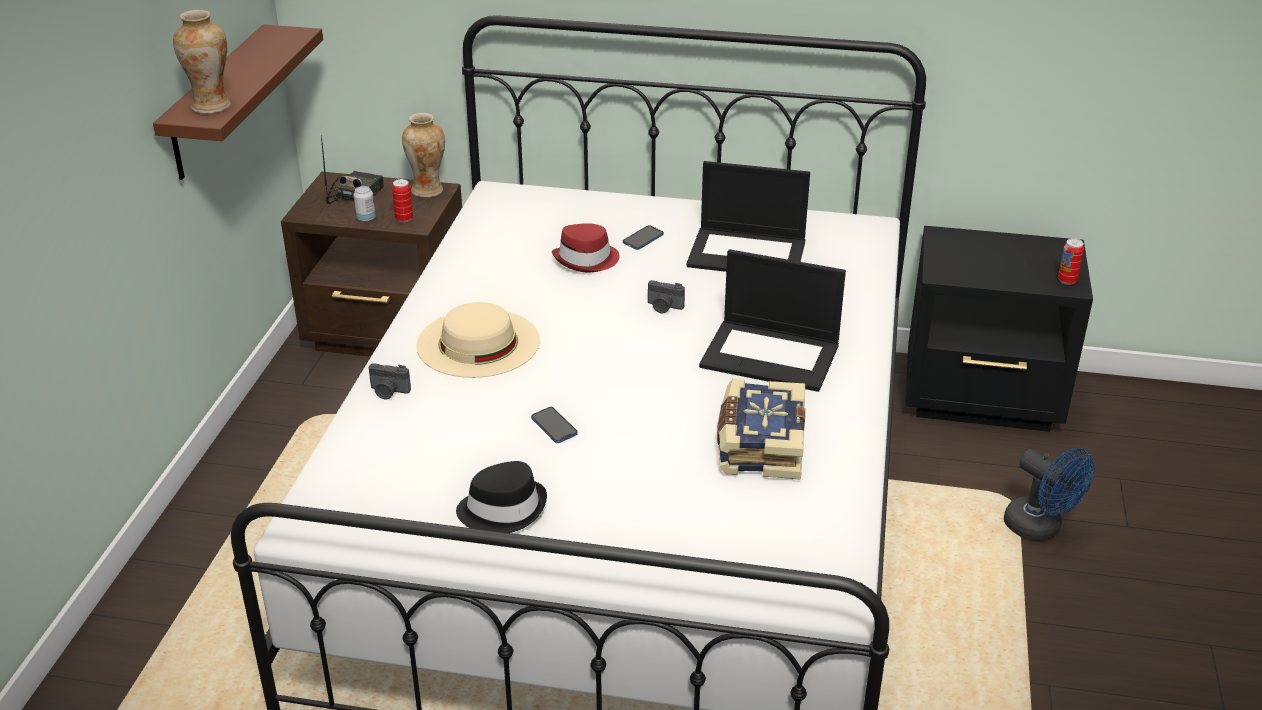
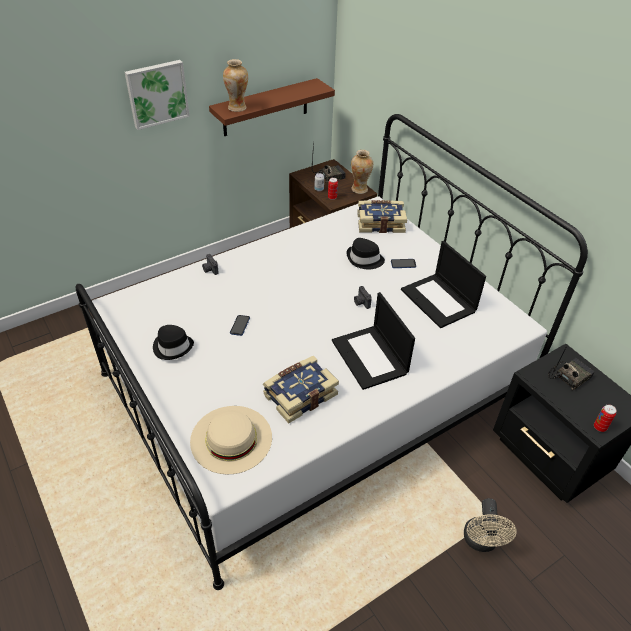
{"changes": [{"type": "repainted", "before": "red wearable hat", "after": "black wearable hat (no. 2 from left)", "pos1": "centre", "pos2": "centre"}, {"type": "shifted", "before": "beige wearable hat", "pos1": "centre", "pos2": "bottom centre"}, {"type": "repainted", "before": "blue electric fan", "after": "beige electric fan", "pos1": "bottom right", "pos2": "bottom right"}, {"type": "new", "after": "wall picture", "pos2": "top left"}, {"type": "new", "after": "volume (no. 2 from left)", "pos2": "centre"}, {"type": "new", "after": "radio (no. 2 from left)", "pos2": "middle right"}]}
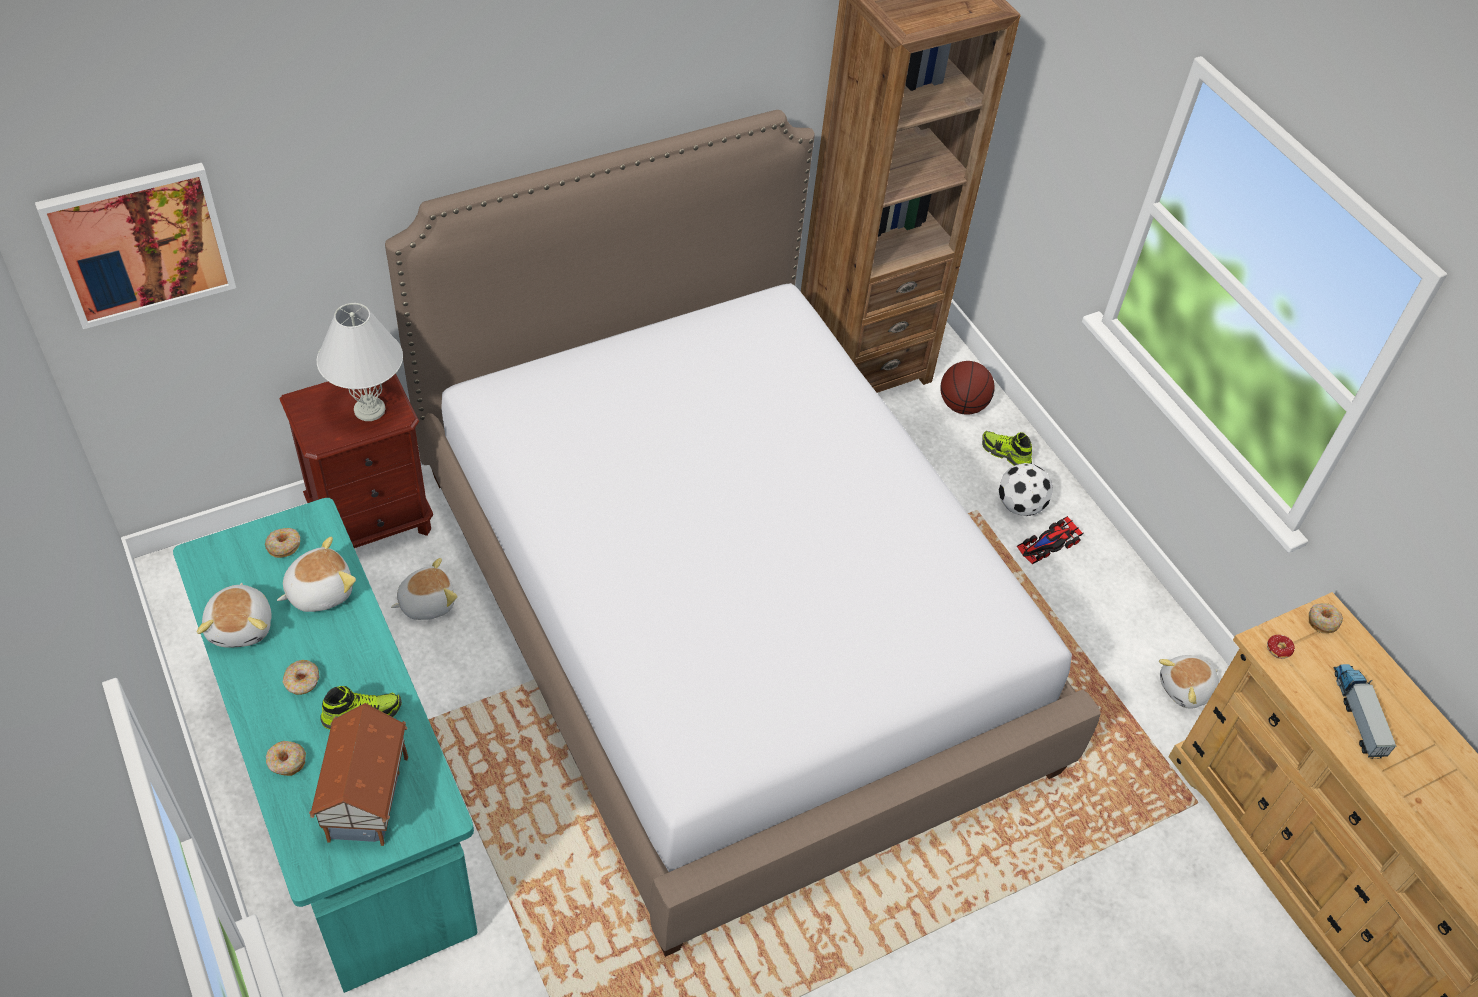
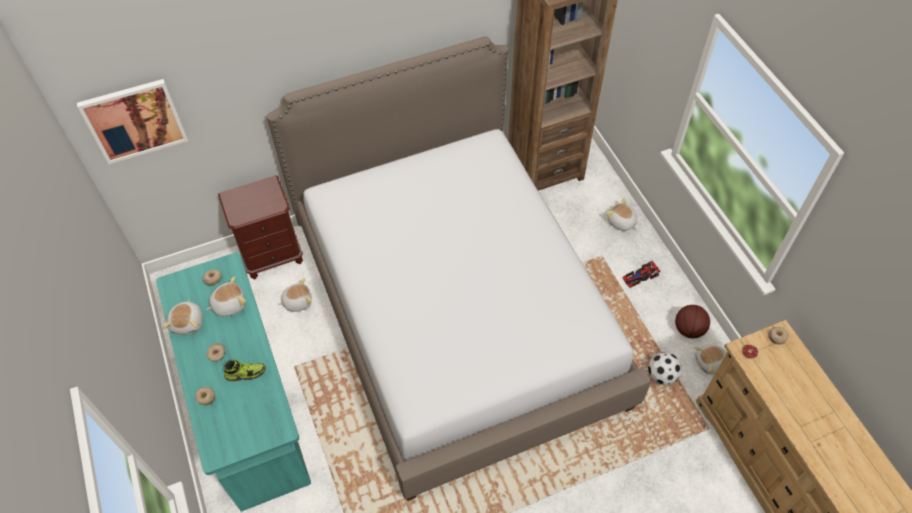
{"changes": [{"type": "gone", "before": "white tabletop lamp", "pos1": "middle left"}, {"type": "shifted", "before": "ball for basketball", "pos1": "centre", "pos2": "middle right"}, {"type": "swapped", "before": "low shoe (no. 2 from left)", "after": "cuddly toy (no. 4 from left)", "pos1": "middle right", "pos2": "middle right"}, {"type": "shifted", "before": "ball for football", "pos1": "middle right", "pos2": "bottom right"}, {"type": "gone", "before": "toy truck", "pos1": "bottom right"}, {"type": "gone", "before": "toy house", "pos1": "bottom left"}]}
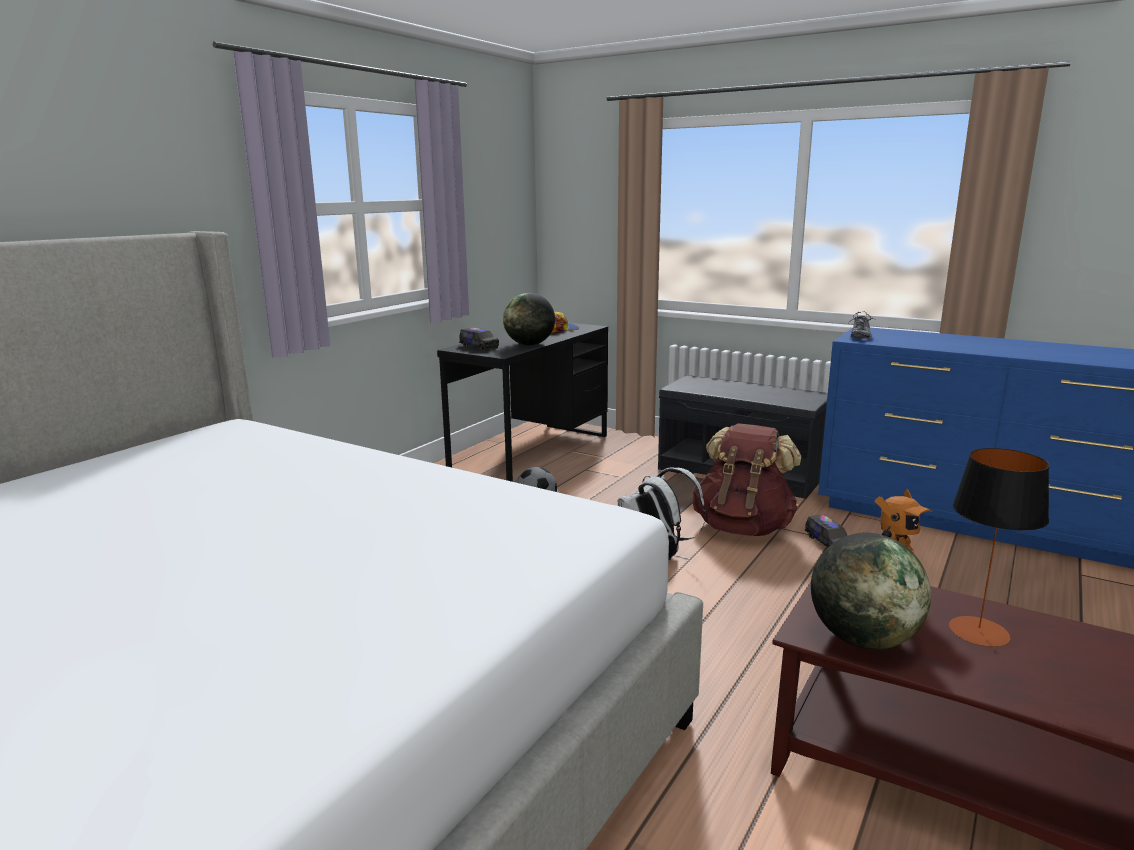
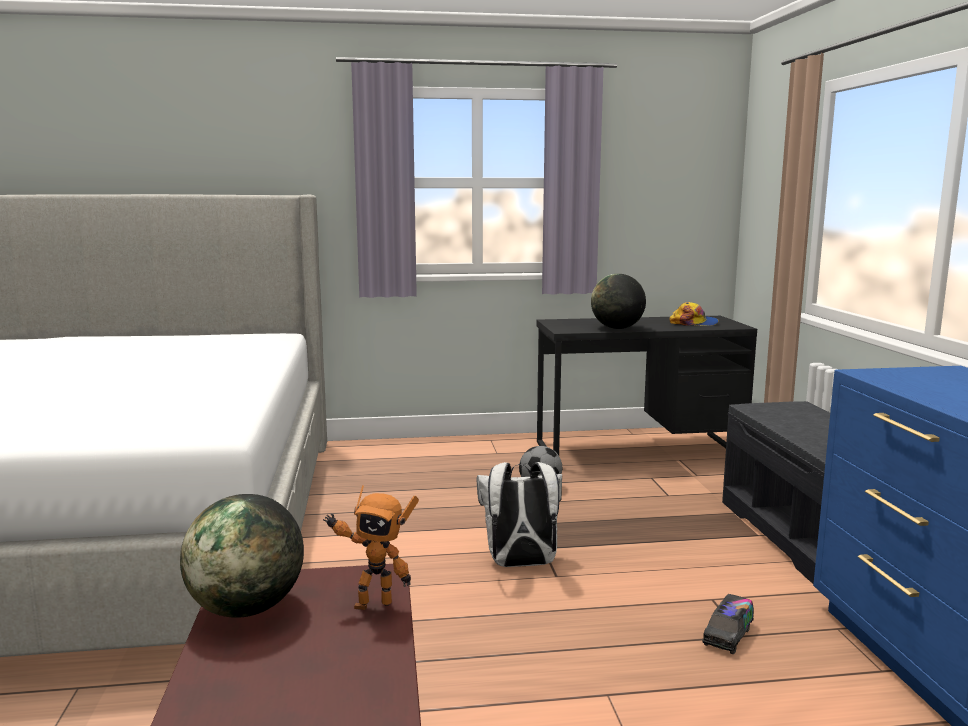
{"changes": [{"type": "gone", "before": "low shoe", "pos1": "middle right"}, {"type": "gone", "before": "toy truck (no. 1 from left)", "pos1": "centre"}, {"type": "gone", "before": "brown-coloured knapsack", "pos1": "centre"}, {"type": "gone", "before": "tabletop lamp", "pos1": "middle right"}]}
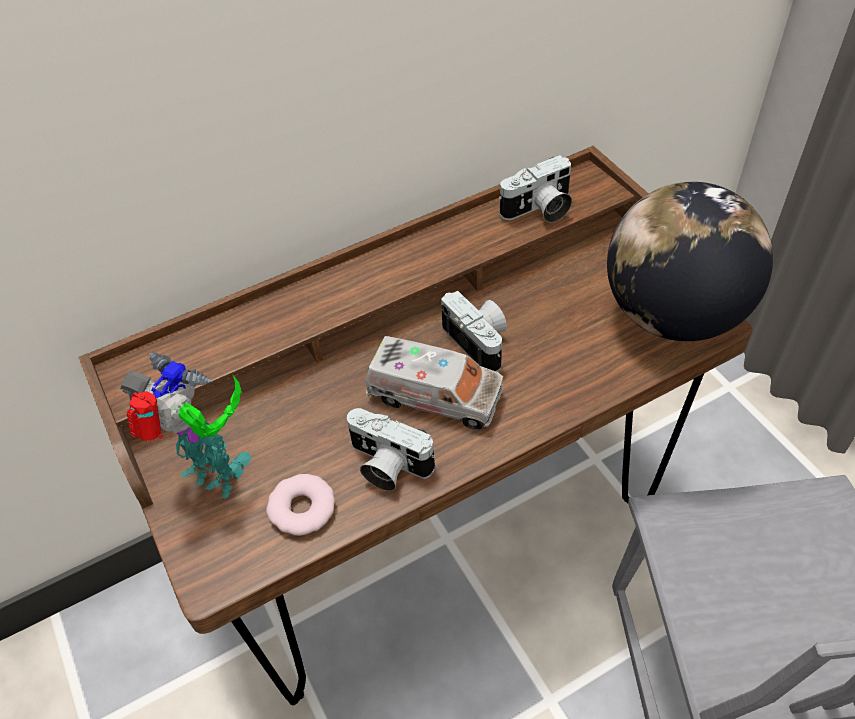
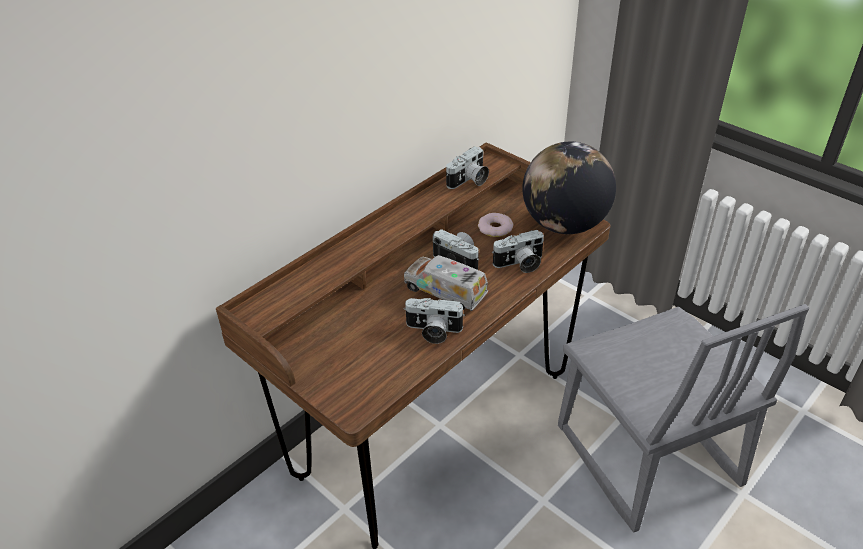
{"changes": [{"type": "rotated", "before": "toy truck", "pos1": "centre", "pos2": "centre", "turn": -150}, {"type": "gone", "before": "toy robot", "pos1": "middle left"}, {"type": "shifted", "before": "doughnut", "pos1": "bottom centre", "pos2": "centre"}, {"type": "new", "after": "photo camera (no. 4 from left)", "pos2": "centre"}]}
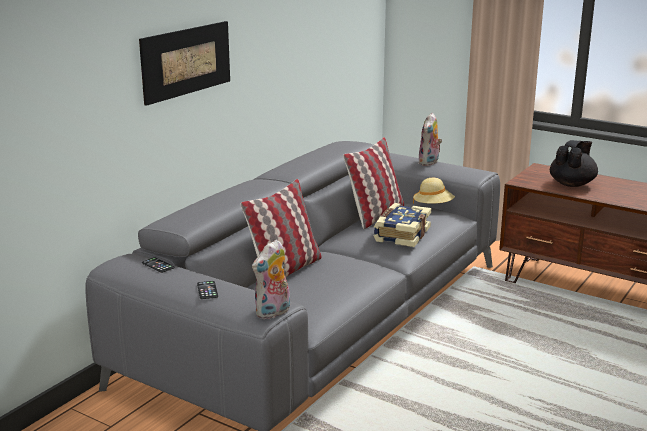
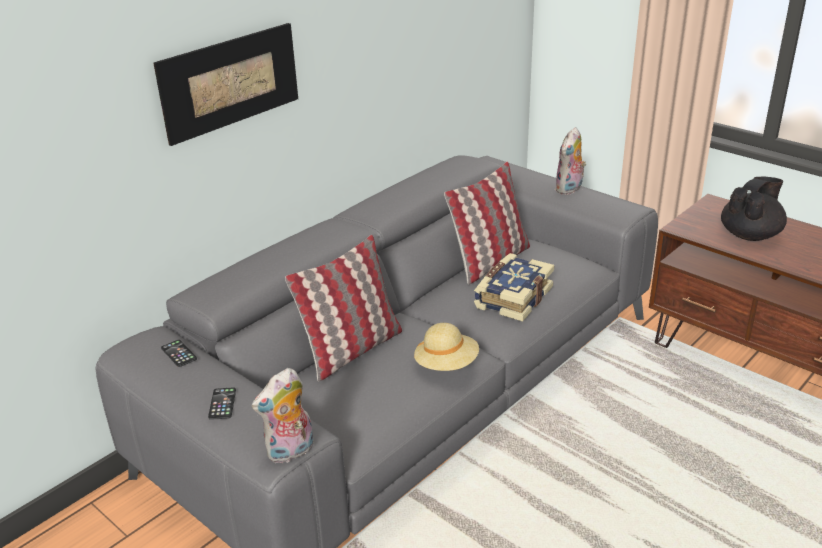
{"changes": [{"type": "shifted", "before": "beige wearable hat", "pos1": "middle right", "pos2": "centre"}]}
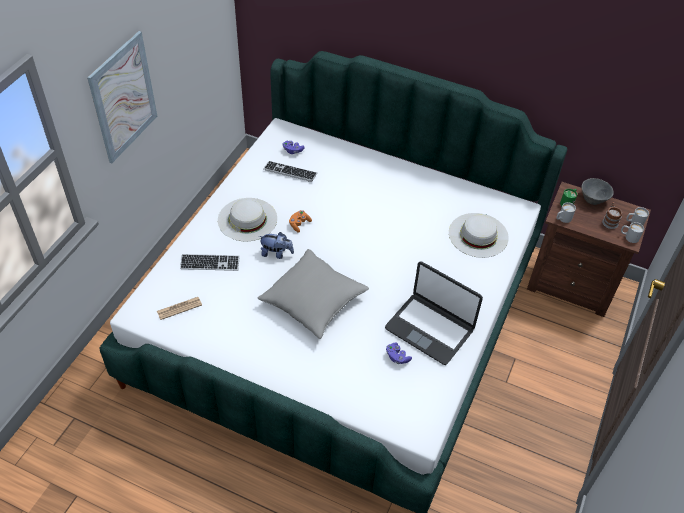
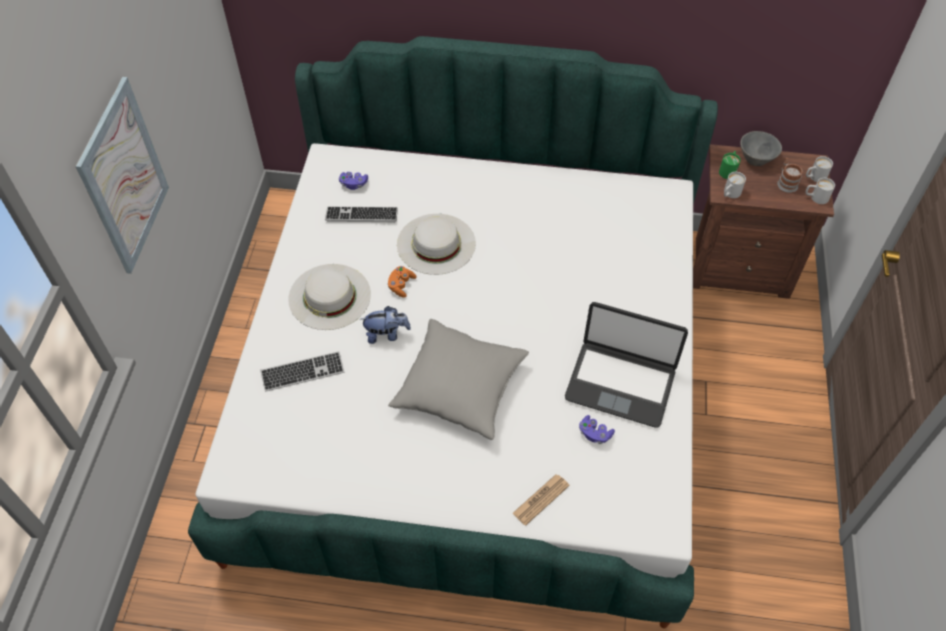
{"changes": [{"type": "shifted", "before": "white wearable hat (no. 2 from left)", "pos1": "middle right", "pos2": "centre"}, {"type": "shifted", "before": "daily paper", "pos1": "middle left", "pos2": "bottom centre"}]}
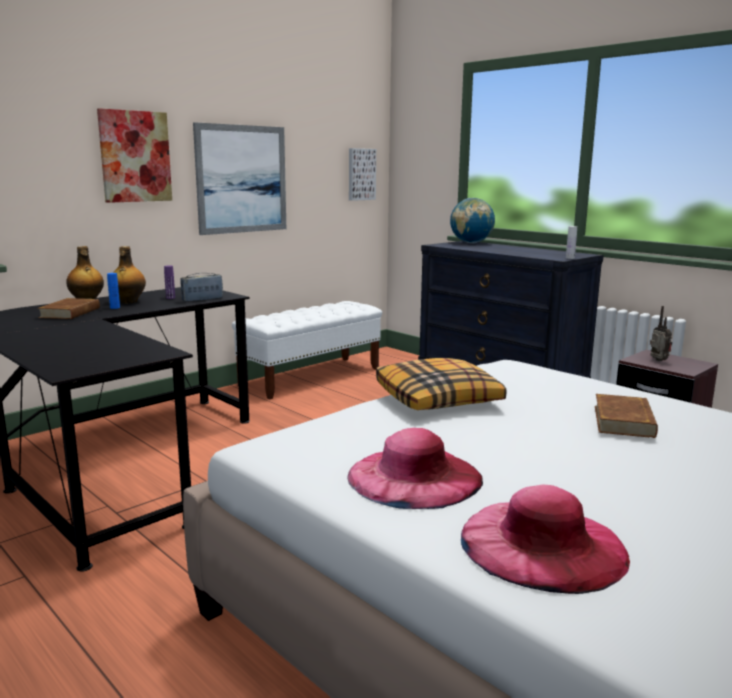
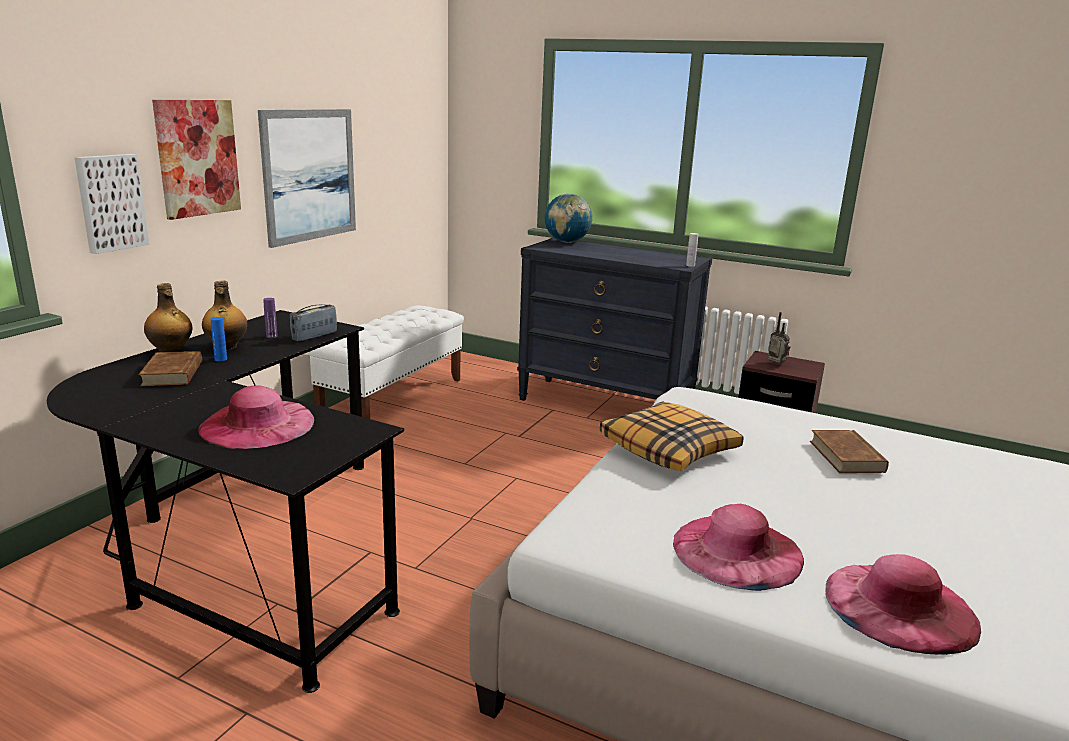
{"changes": [{"type": "shifted", "before": "wall picture (no. 3 from left in the first image)", "after": "wall picture (no. 1 from left)", "pos1": "top centre", "pos2": "top left"}, {"type": "new", "after": "pink wearable hat (no. 1 from left)", "pos2": "middle left"}]}
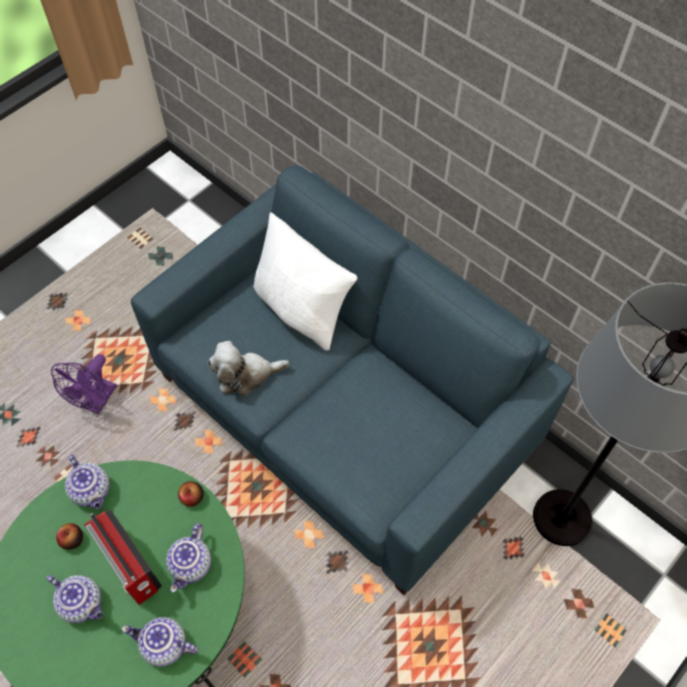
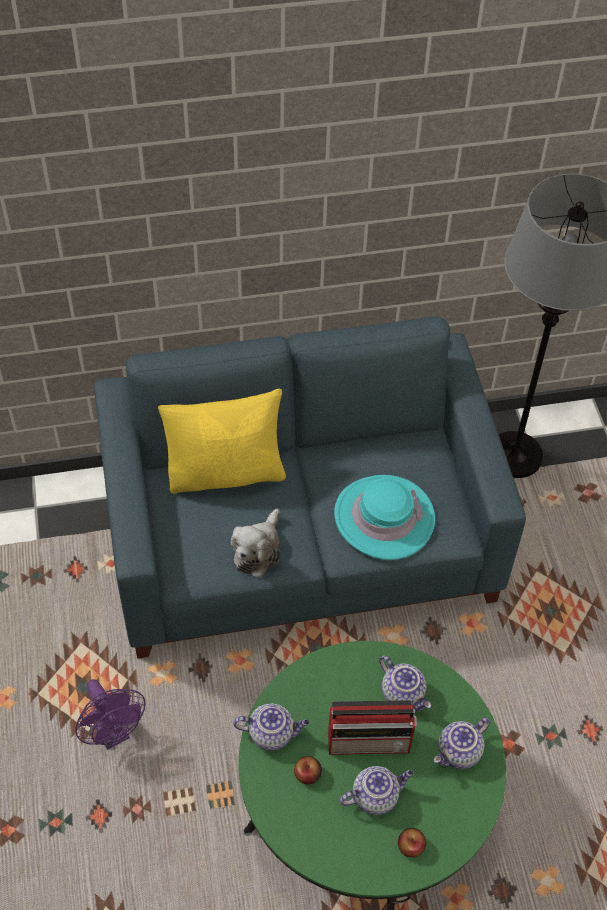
{"changes": [{"type": "repainted", "before": "white cushion", "after": "yellow-coloured cushion", "pos1": "centre", "pos2": "centre"}, {"type": "shifted", "before": "apple fruit (no. 2 from left)", "pos1": "bottom left", "pos2": "bottom right"}, {"type": "new", "after": "turquoise wearable hat", "pos2": "centre"}]}
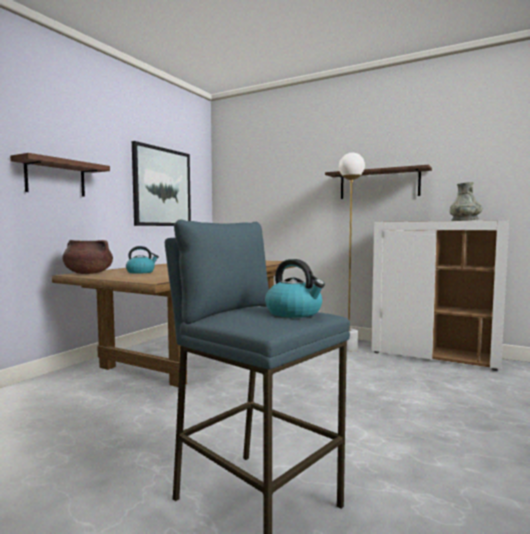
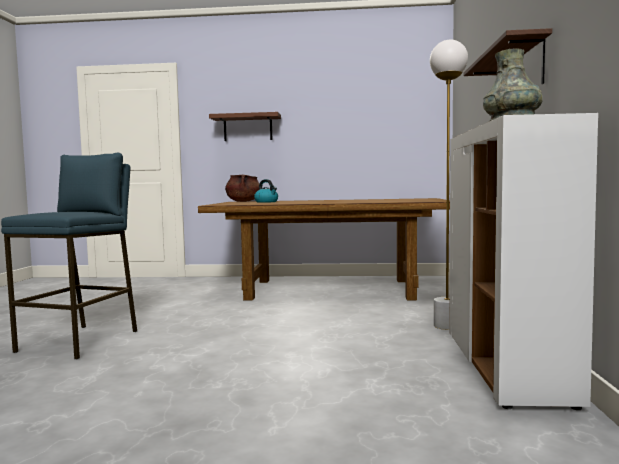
{"changes": [{"type": "gone", "before": "wall picture", "pos1": "middle left"}, {"type": "gone", "before": "kettle (no. 2 from left)", "pos1": "centre"}]}
